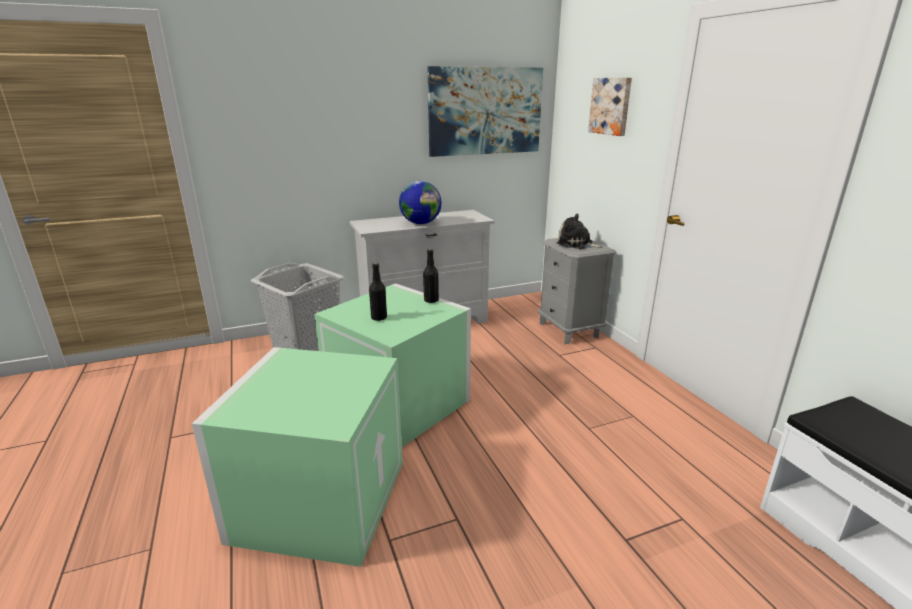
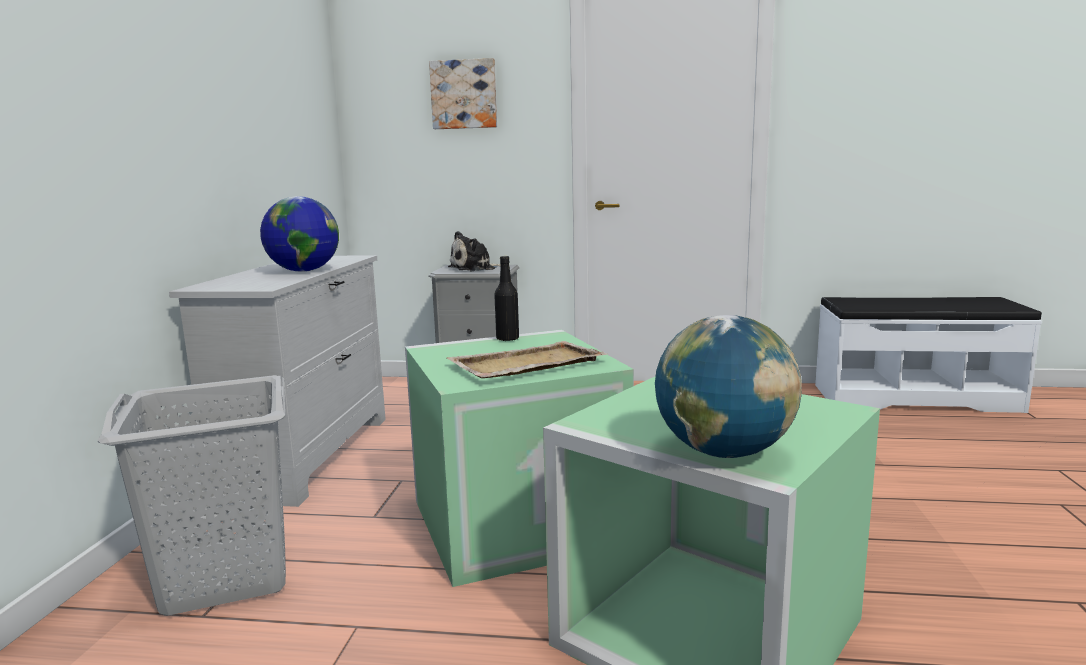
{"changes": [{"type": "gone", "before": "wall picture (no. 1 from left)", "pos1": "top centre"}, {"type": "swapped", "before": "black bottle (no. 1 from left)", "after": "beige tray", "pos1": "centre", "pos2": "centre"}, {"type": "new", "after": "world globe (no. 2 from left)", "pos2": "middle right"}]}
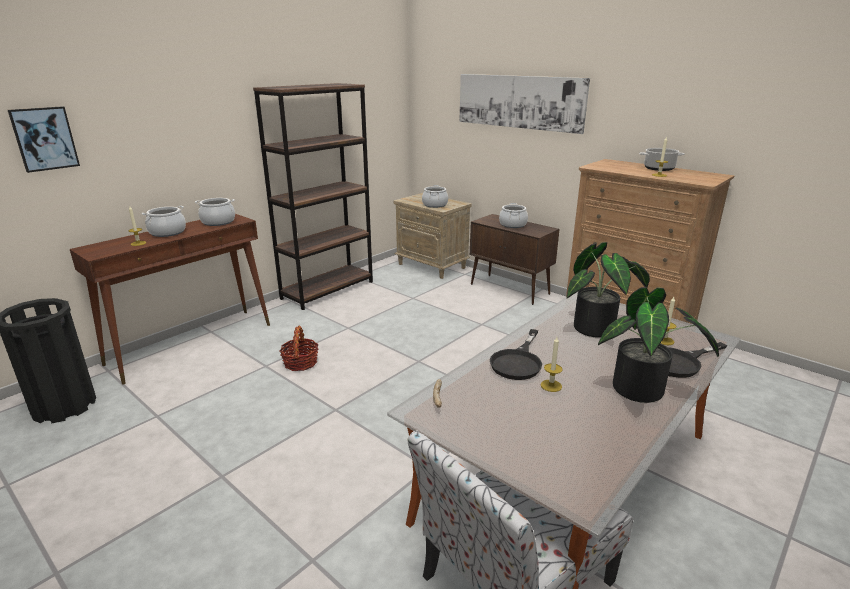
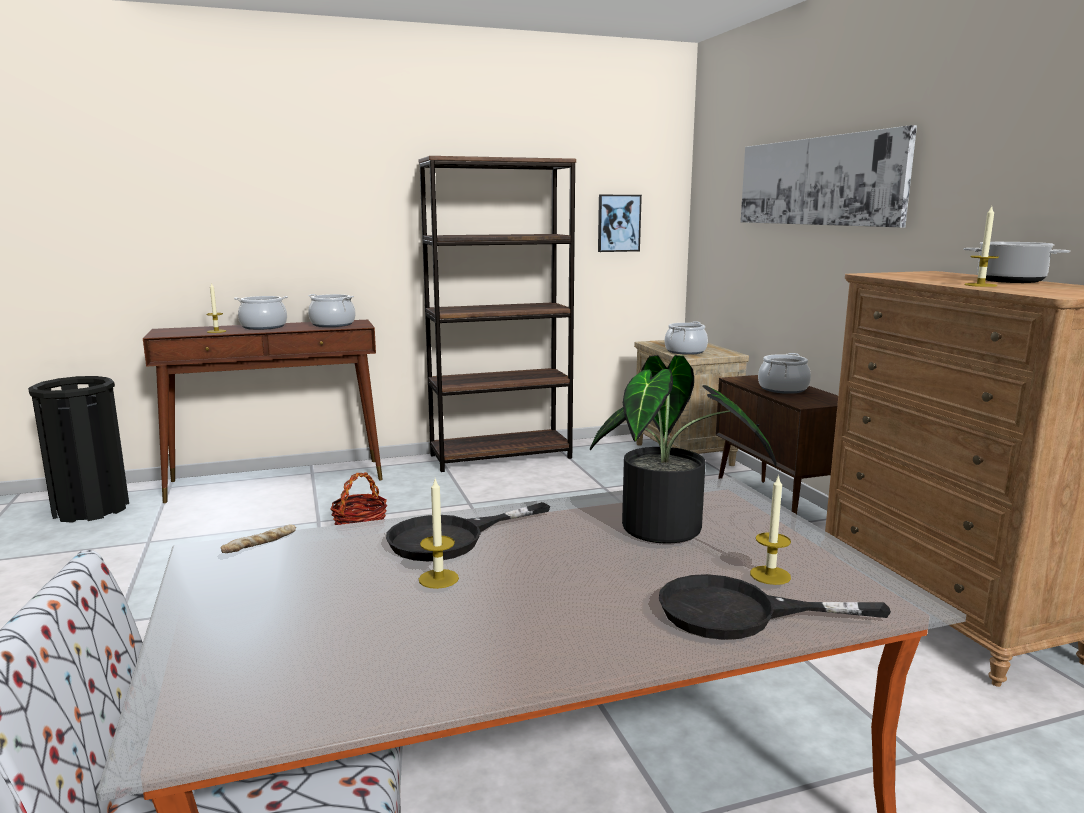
{"changes": [{"type": "shifted", "before": "wall picture (no. 1 from left)", "pos1": "top left", "pos2": "top centre"}, {"type": "gone", "before": "potted plant (no. 2 from left)", "pos1": "middle right"}]}
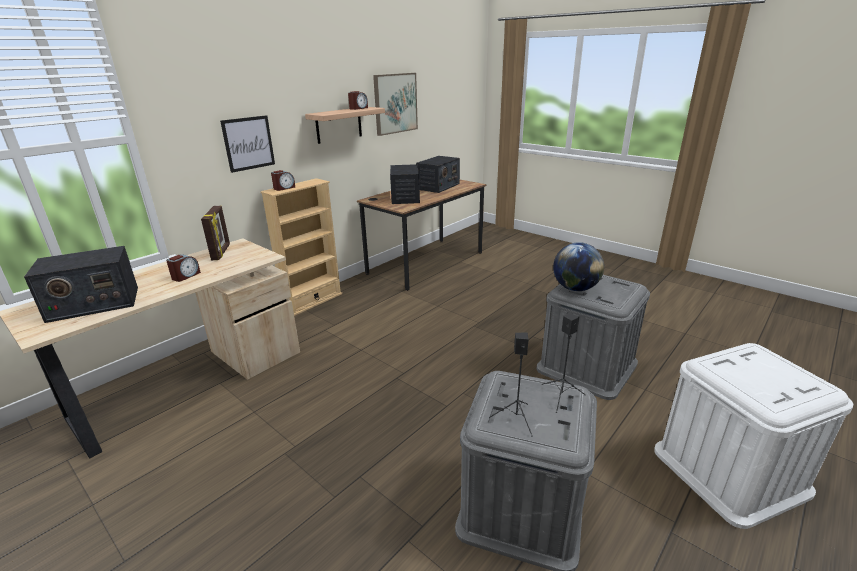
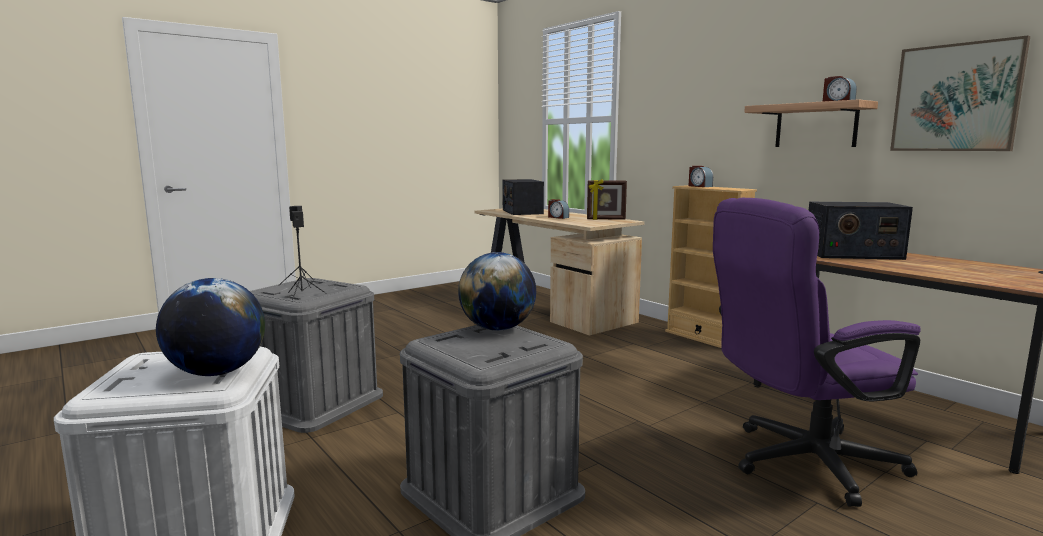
{"changes": [{"type": "gone", "before": "wall picture (no. 1 from left)", "pos1": "top left"}, {"type": "gone", "before": "radio (no. 3 from left)", "pos1": "top centre"}, {"type": "new", "after": "purple-coloured desk chair", "pos2": "middle right"}, {"type": "new", "after": "world globe (no. 1 from left)", "pos2": "middle left"}]}
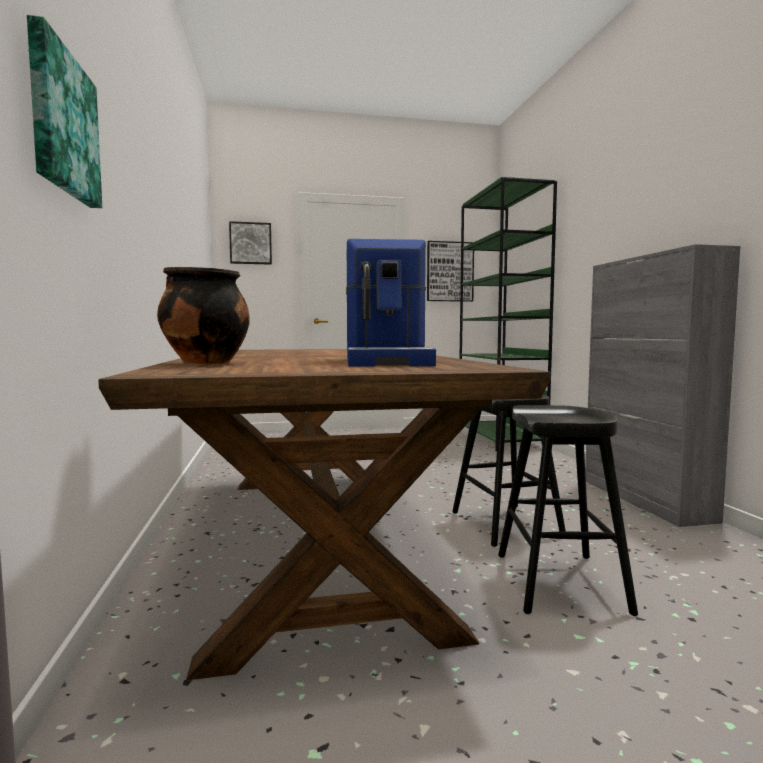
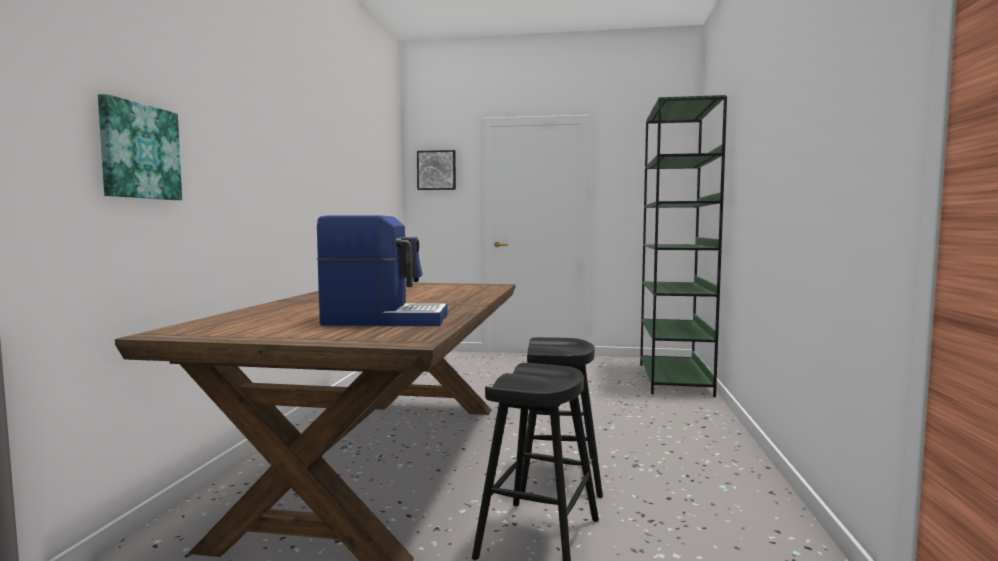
{"changes": [{"type": "rotated", "before": "coffee maker", "pos1": "centre", "pos2": "centre", "turn": -105}, {"type": "gone", "before": "wall picture (no. 3 from left)", "pos1": "centre"}, {"type": "gone", "before": "grey cabinet", "pos1": "middle right"}, {"type": "gone", "before": "stockpot", "pos1": "middle left"}]}
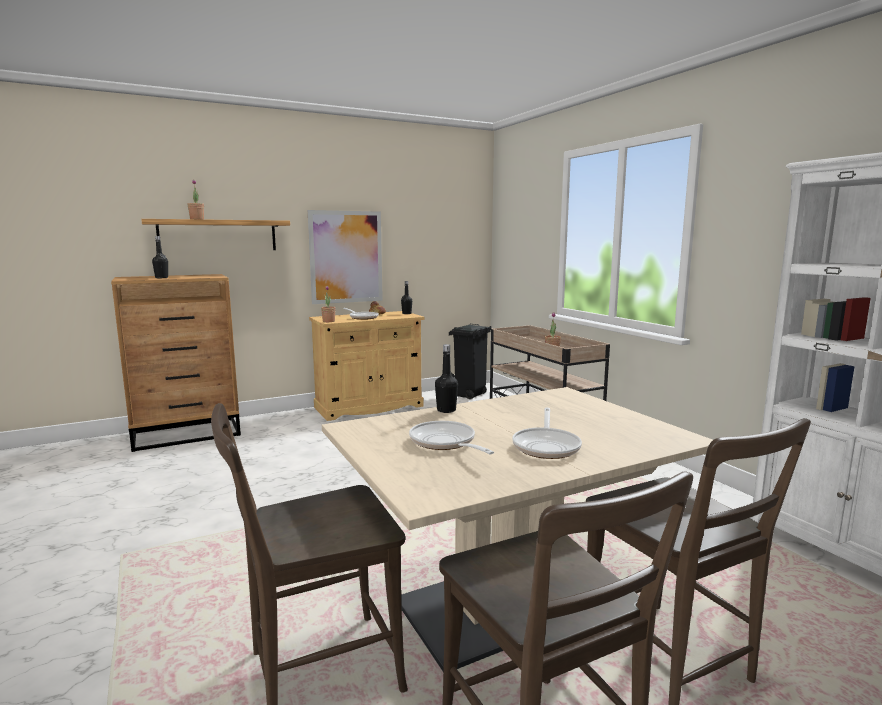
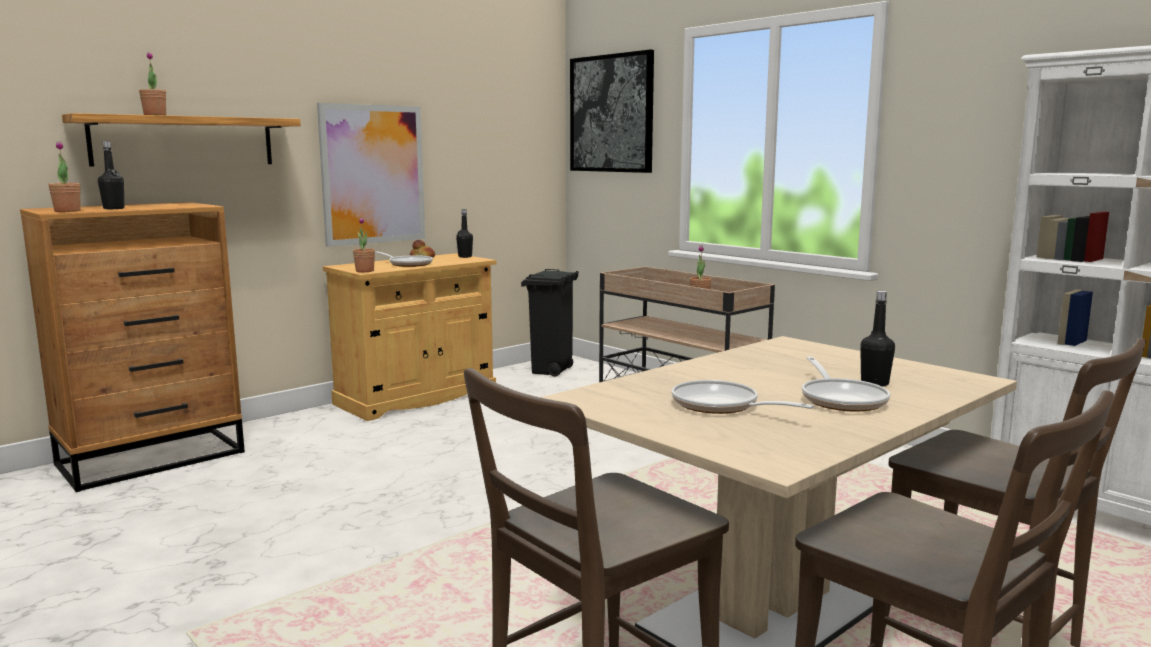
{"changes": [{"type": "shifted", "before": "black bottle (no. 3 from left)", "pos1": "centre", "pos2": "middle right"}, {"type": "new", "after": "wall picture (no. 2 from left)", "pos2": "top centre"}, {"type": "new", "after": "potted plant (no. 1 from left)", "pos2": "top left"}]}
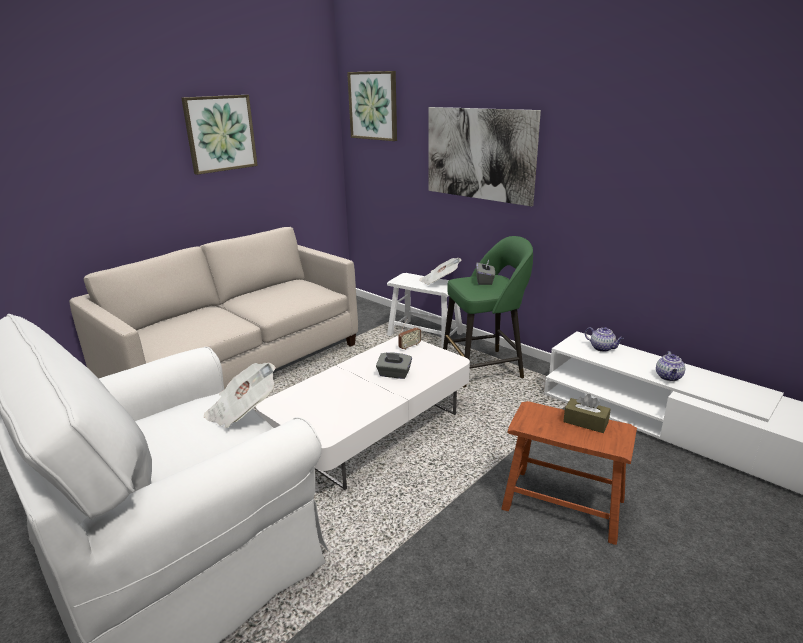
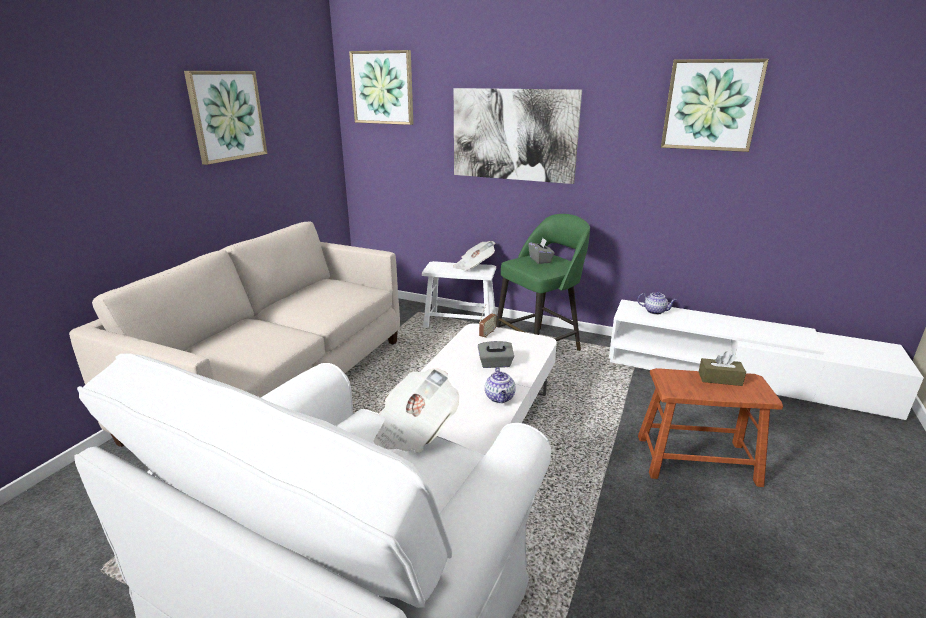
{"changes": [{"type": "shifted", "before": "tea pot (no. 2 from left in the first image)", "after": "tea pot (no. 1 from left)", "pos1": "middle right", "pos2": "centre"}, {"type": "new", "after": "wall picture (no. 4 from left)", "pos2": "top right"}]}
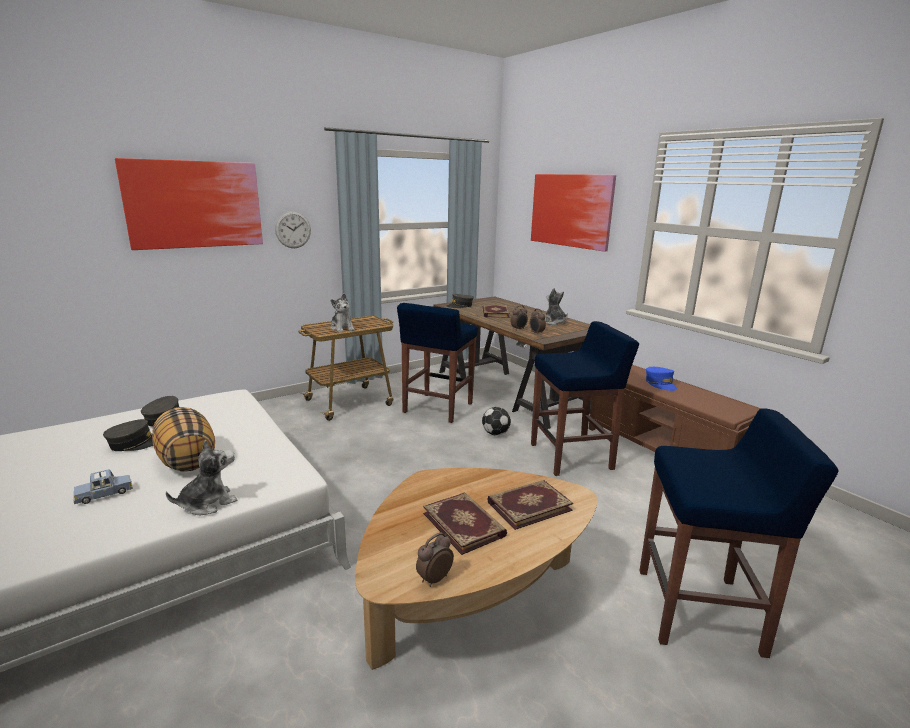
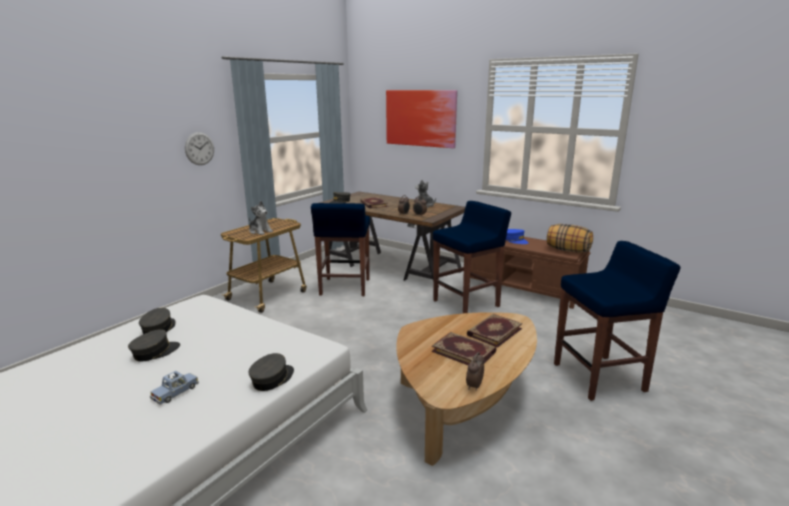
{"changes": [{"type": "gone", "before": "wall picture (no. 1 from left)", "pos1": "top left"}, {"type": "shifted", "before": "cushion", "pos1": "middle left", "pos2": "middle right"}, {"type": "gone", "before": "ball for football", "pos1": "centre"}, {"type": "swapped", "before": "cuddly toy (no. 1 from left)", "after": "grey baseball cap (no. 3 from left)", "pos1": "middle left", "pos2": "bottom centre"}]}
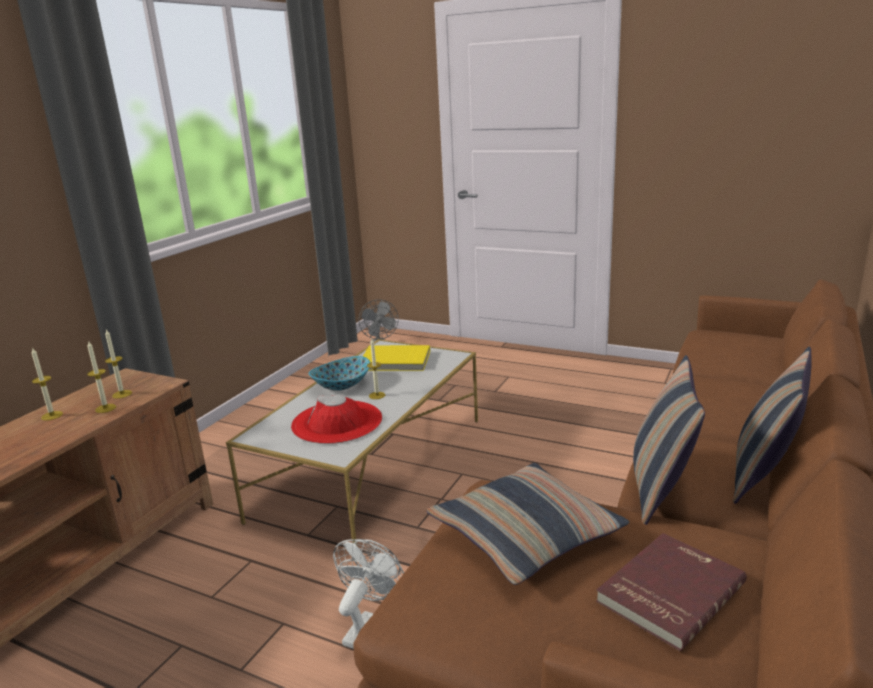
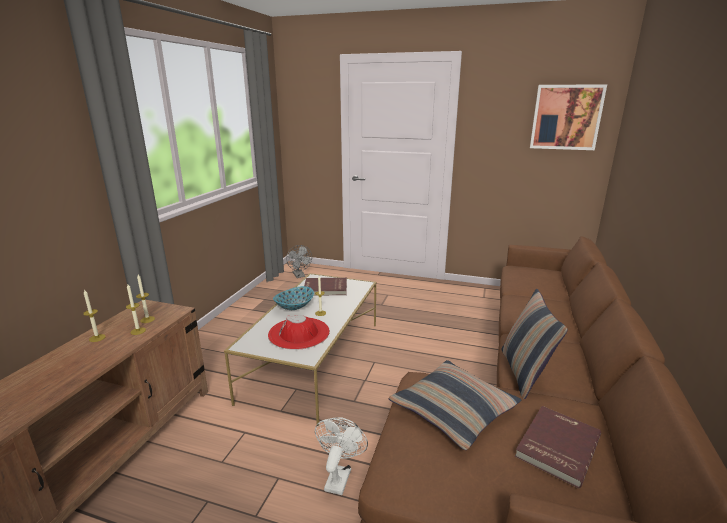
{"changes": [{"type": "repainted", "before": "yellow-coloured volume", "after": "red volume (no. 1 from left)", "pos1": "centre", "pos2": "centre"}, {"type": "gone", "before": "cushion (no. 3 from left)", "pos1": "middle right"}, {"type": "new", "after": "wall picture", "pos2": "top right"}]}
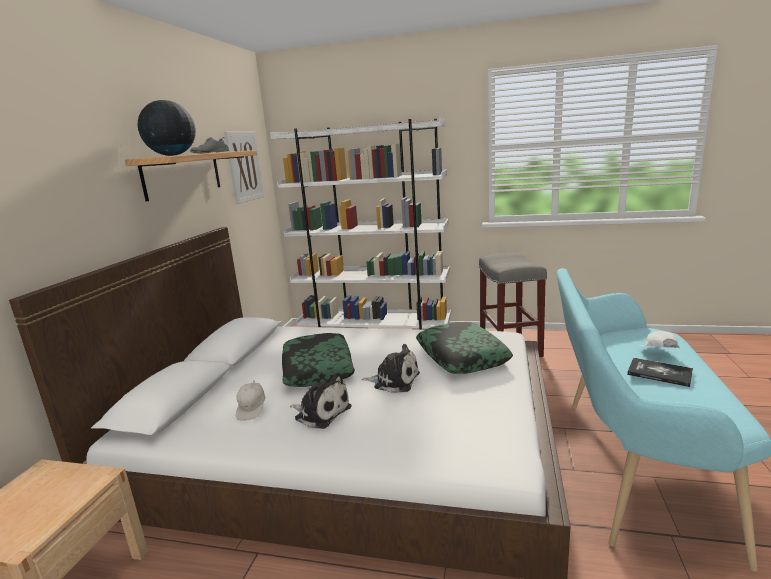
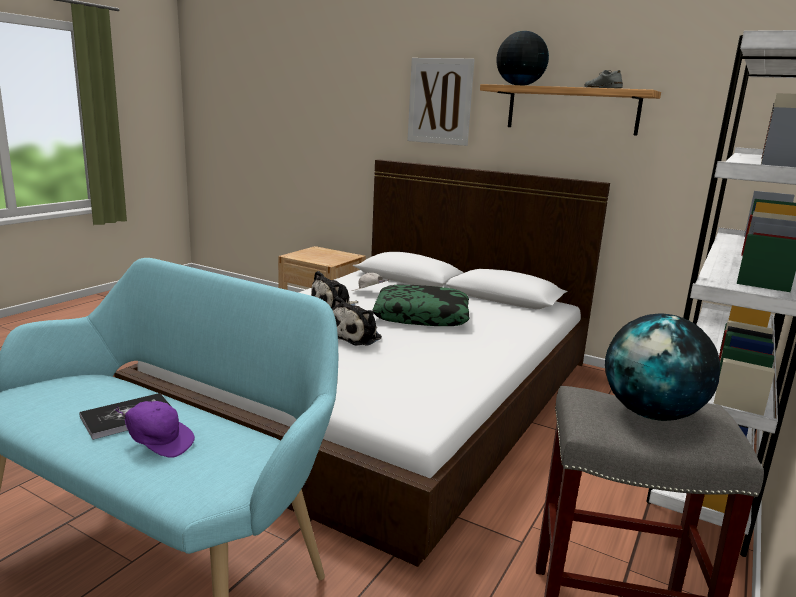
{"changes": [{"type": "shifted", "before": "wall picture", "pos1": "top left", "pos2": "top centre"}, {"type": "gone", "before": "cushion (no. 2 from left)", "pos1": "centre"}, {"type": "repainted", "before": "white baseball cap (no. 2 from left)", "after": "purple-coloured baseball cap", "pos1": "middle right", "pos2": "bottom left"}, {"type": "new", "after": "world globe (no. 2 from left)", "pos2": "middle right"}]}
